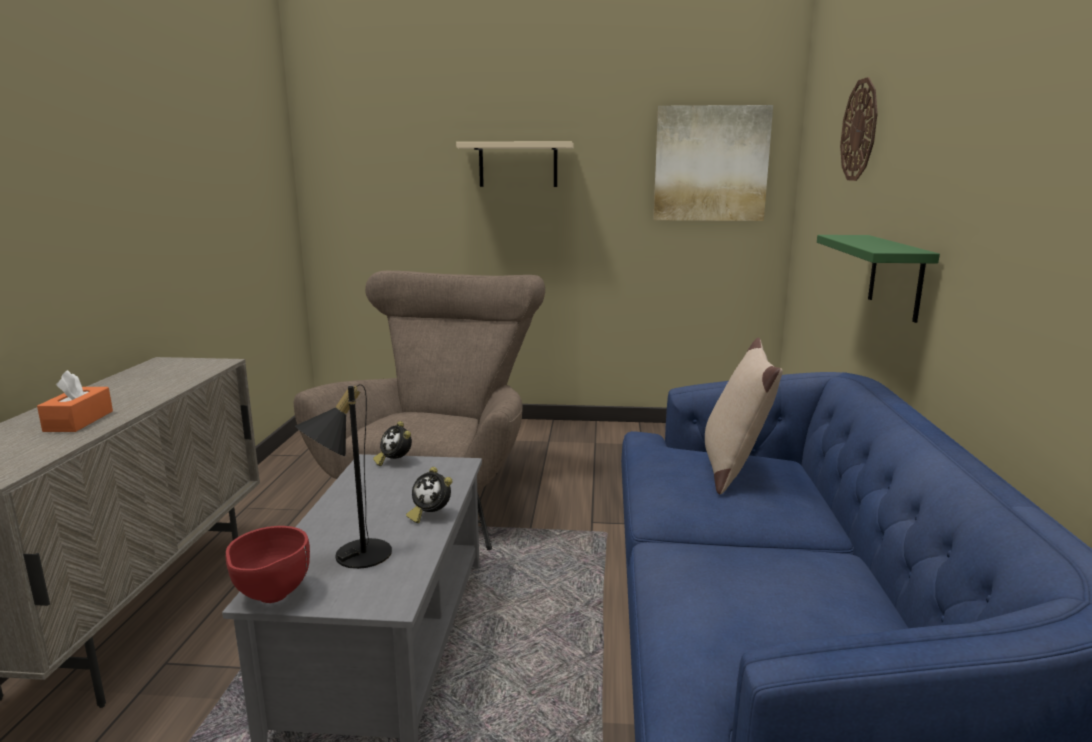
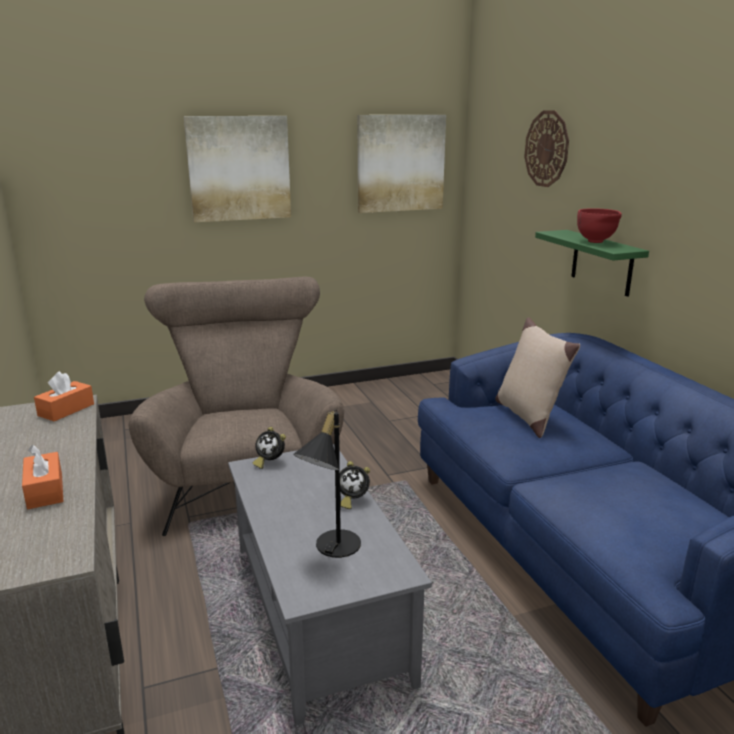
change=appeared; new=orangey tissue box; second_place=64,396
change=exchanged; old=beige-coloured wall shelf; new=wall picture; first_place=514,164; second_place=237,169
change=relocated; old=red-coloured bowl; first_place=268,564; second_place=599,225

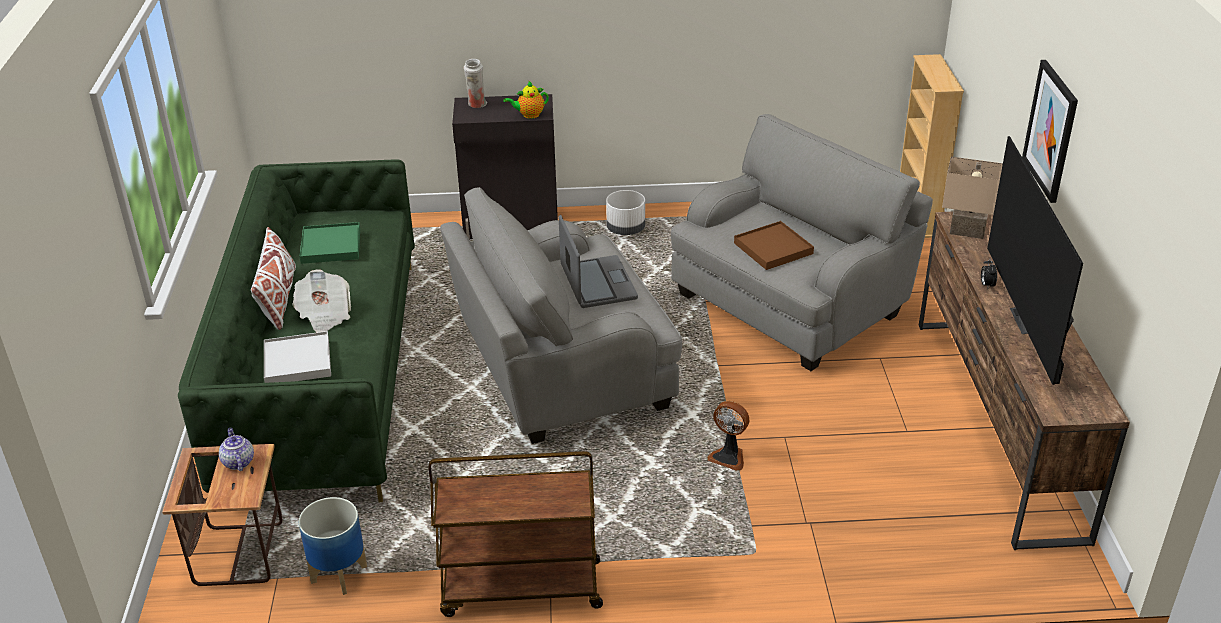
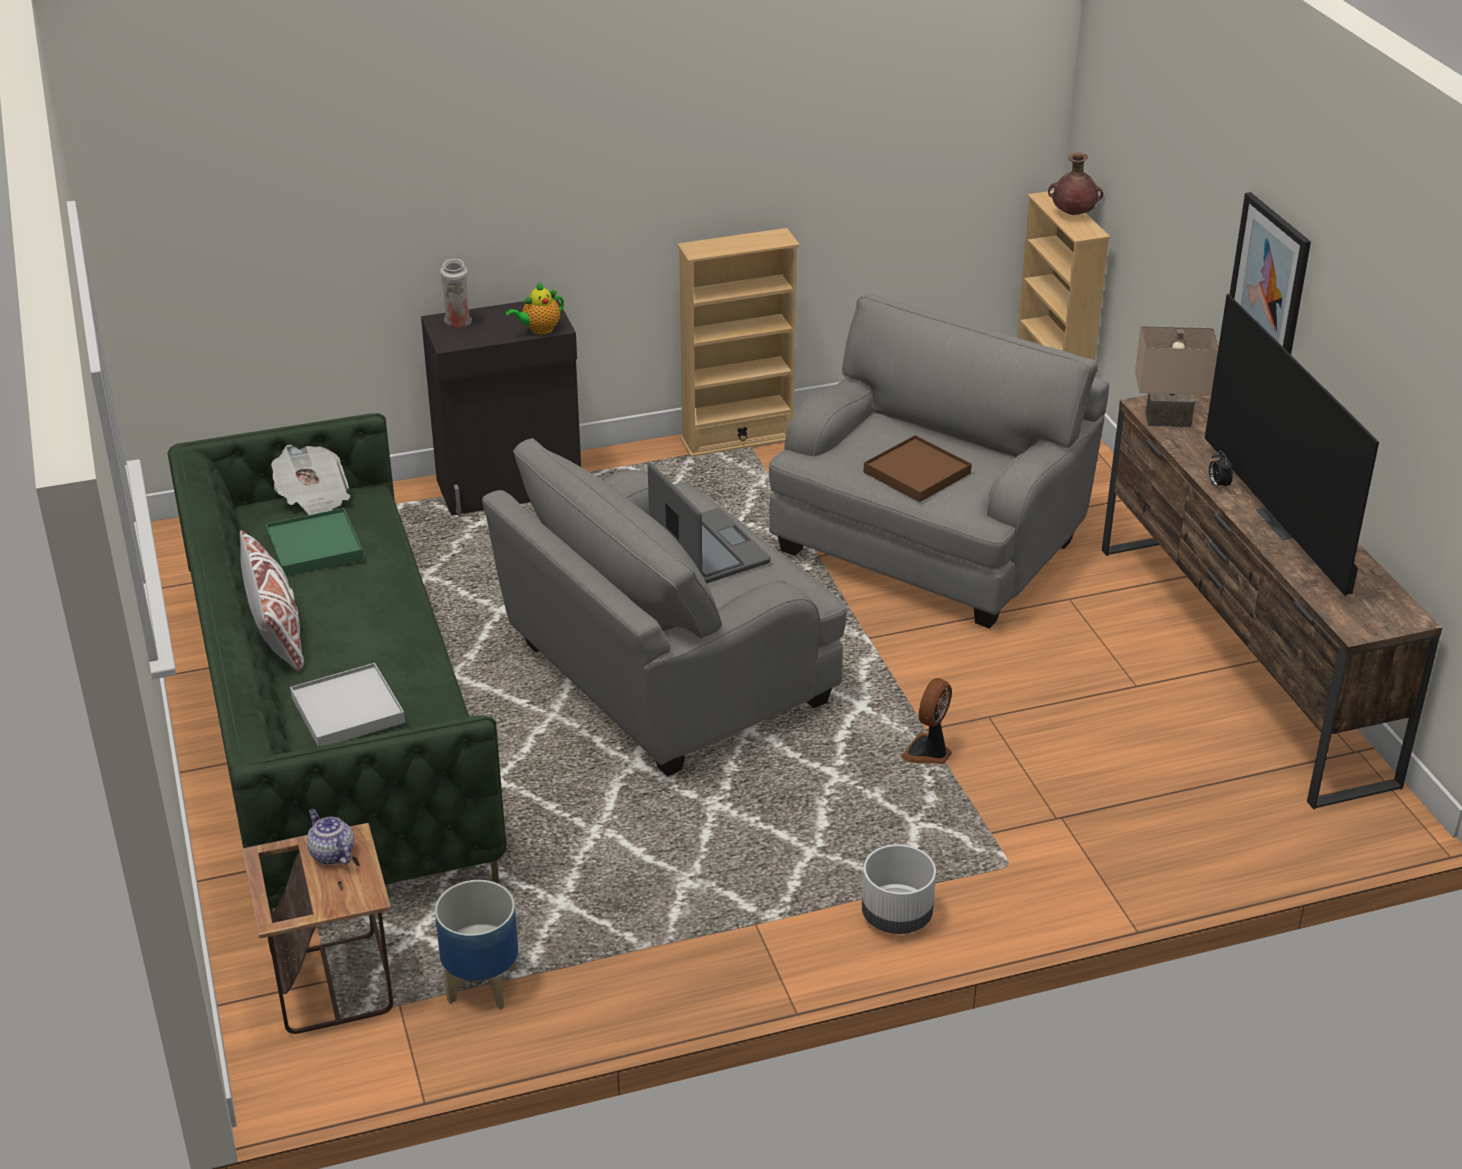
change=relocated; old=newspaper; first_place=321,300; second_place=310,480
change=appeared; new=beige-coloured shelving unit; second_place=738,342
change=relocated; old=white plant pot; first_place=625,212; second_place=899,889
change=spun; old=cooling fan; first_place=728,436; second_place=926,721; degrees=105
change=appeared; new=brown decorative vase; second_place=1075,183
change=missing; old=brown cart; first_place=515,534

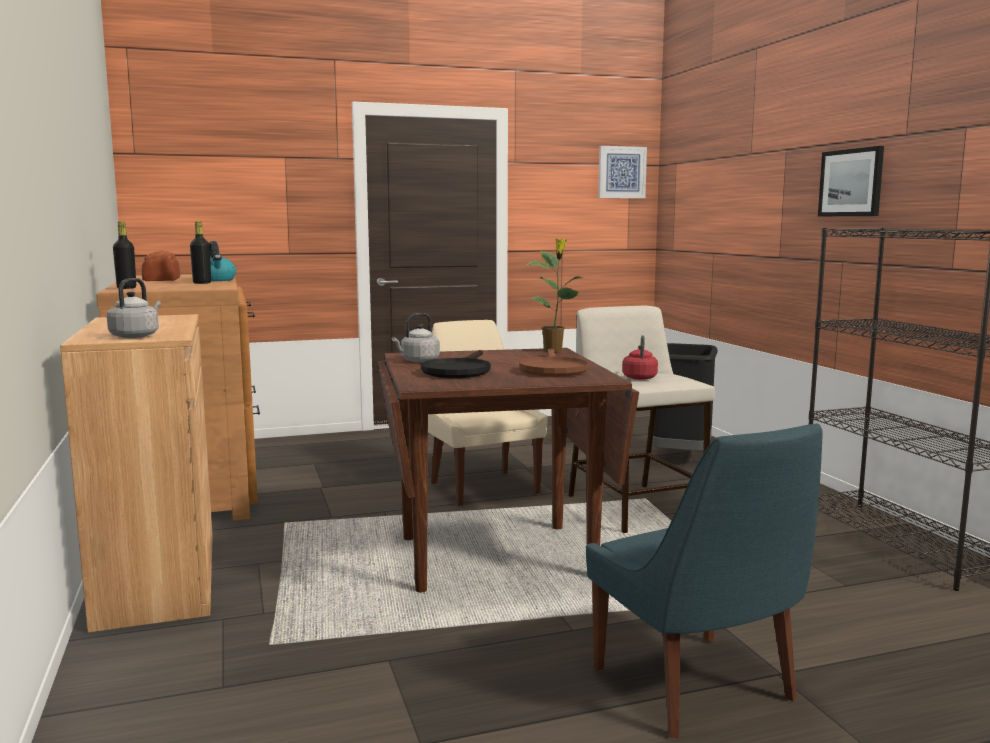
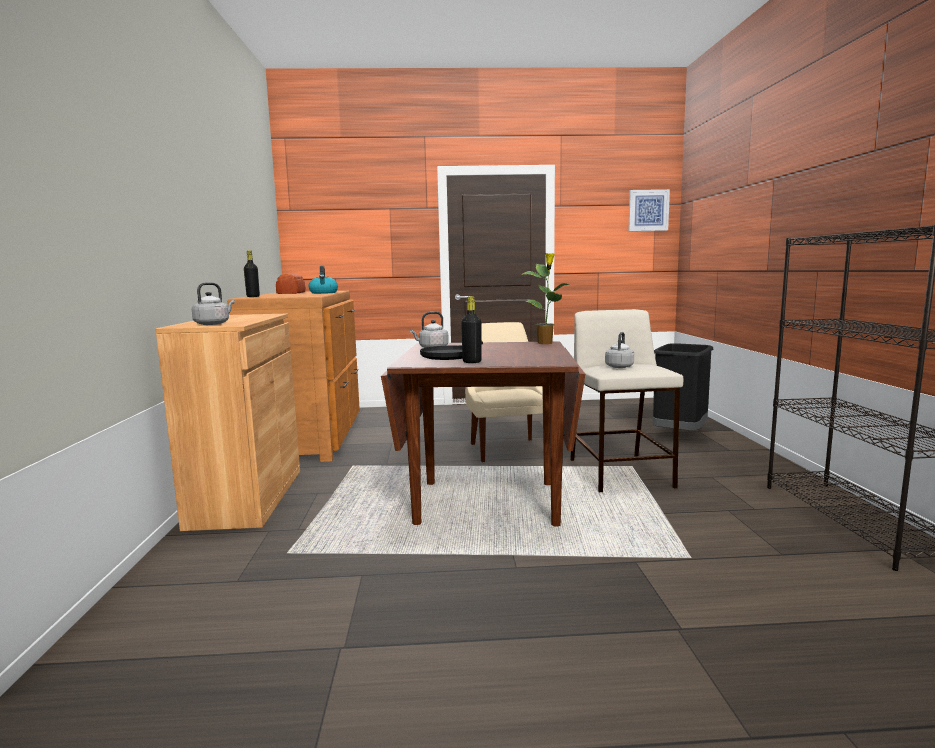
change=relocated; old=black drink bottle; first_place=200,252; second_place=471,329
change=colour; old=red-coloured kettle; new=greyish kettle; first_place=640,357; second_place=619,350
change=missing; old=brown pan; first_place=553,362
change=missing; old=blue chair; first_place=704,581
change=missing; old=wall picture; first_place=851,181

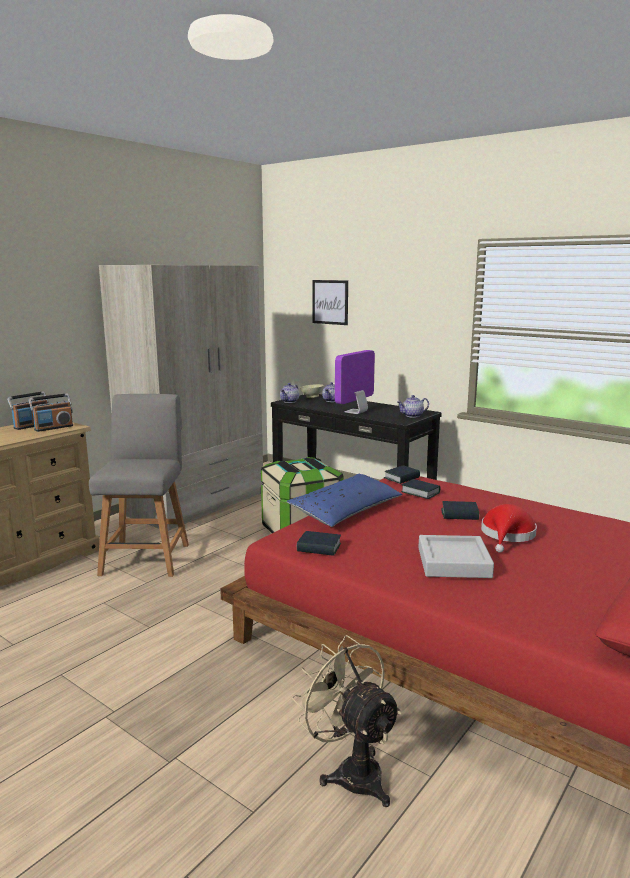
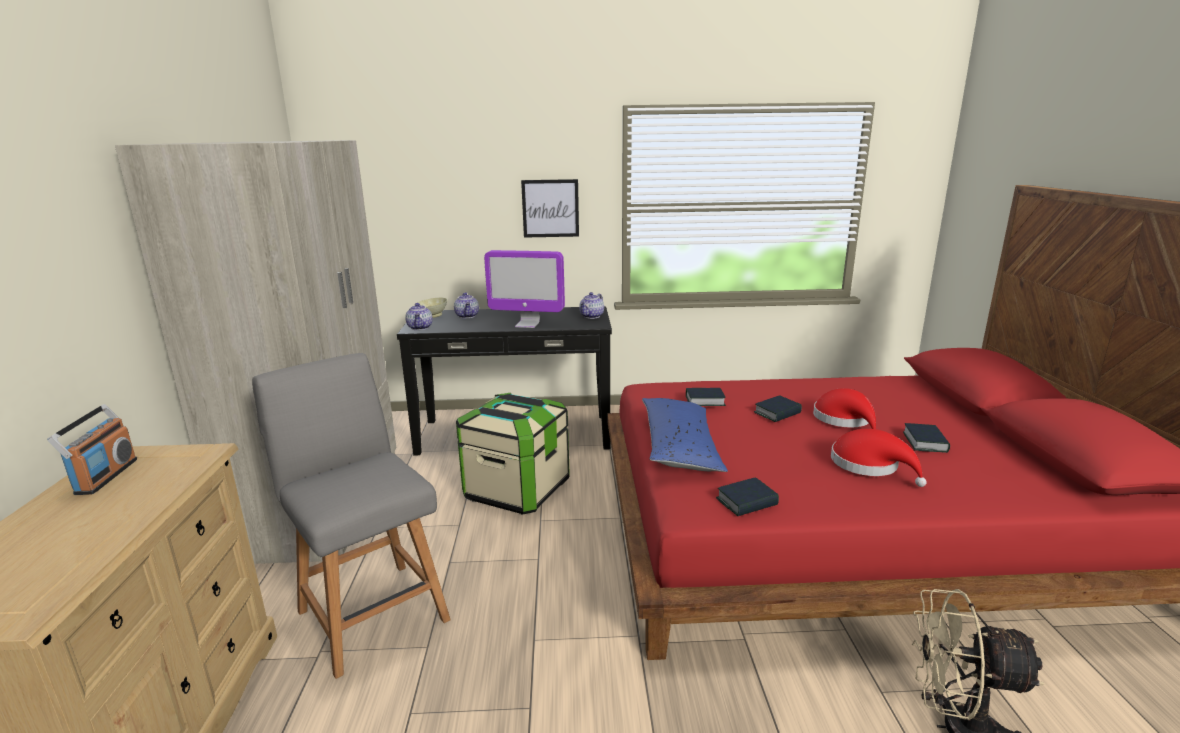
change=spun; old=computer display; first_place=355,382; second_place=524,289; degrees=-75
change=relocated; old=wall picture; first_place=330,302; second_place=550,208
change=exchanged; old=greyish serving tray; new=red-coloured hat; first_place=456,556; second_place=879,458
change=relocated; old=volume; first_place=402,474; second_place=926,438
change=missing; old=radio; first_place=51,412

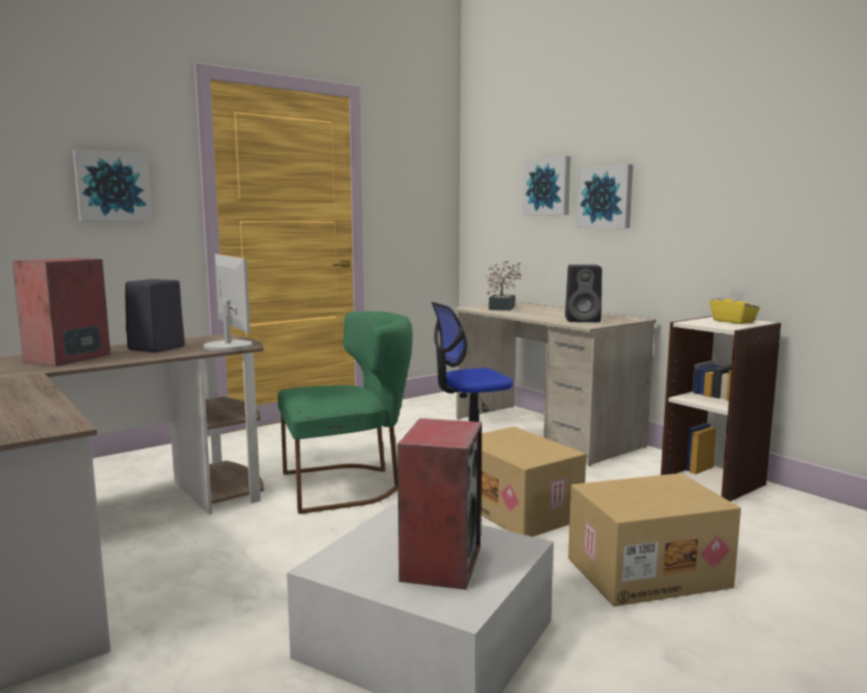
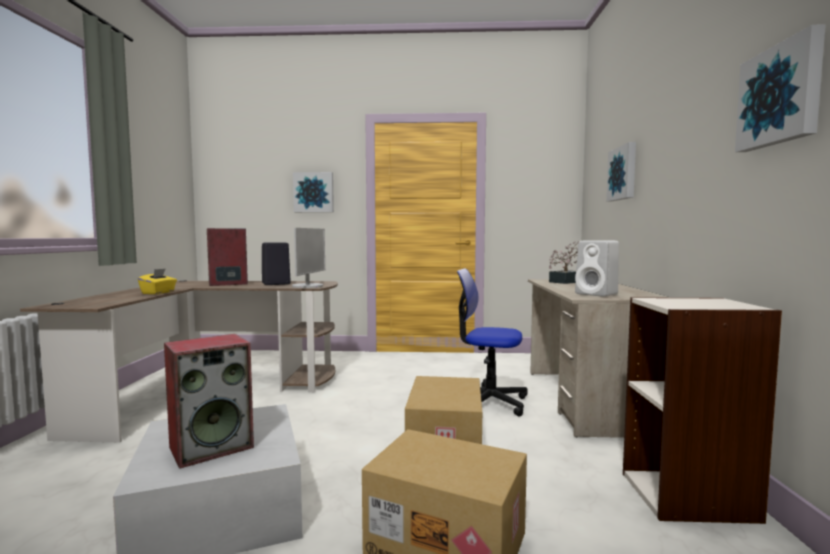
change=relocated; old=yellowish tissue box; first_place=735,307; second_place=157,281
change=colour; old=black loudspeaker; new=white loudspeaker; first_place=583,293; second_place=597,268
change=relocated; old=wall picture; first_place=605,196; second_place=780,88
change=missing; old=greenish chair; first_place=345,412

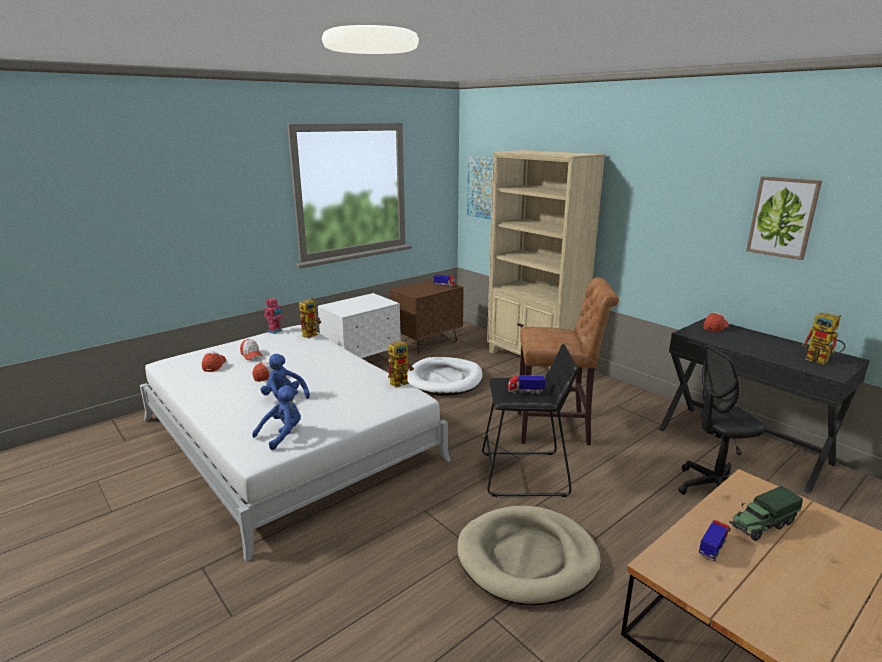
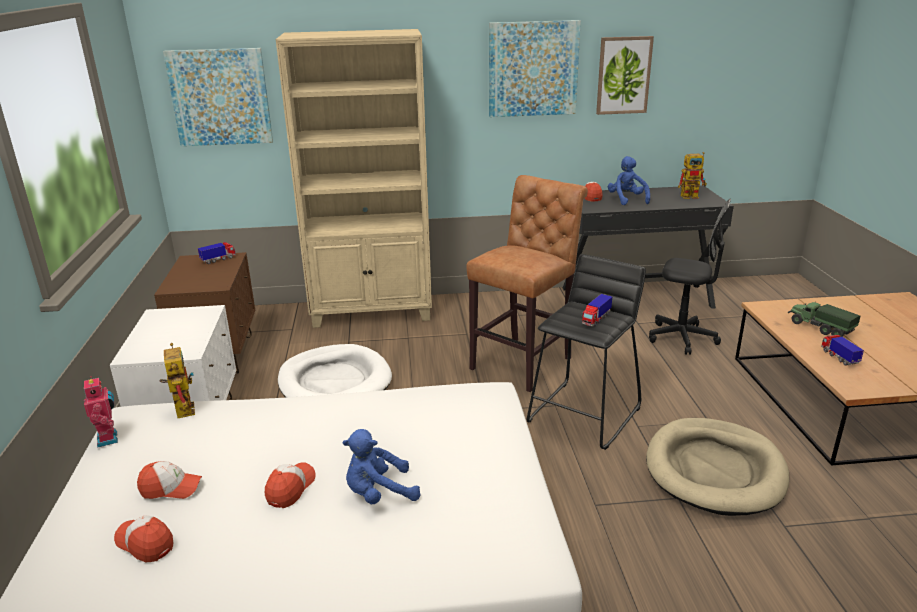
change=appeared; new=wall picture; second_place=535,68
change=relocated; old=blue plush toy; first_place=276,417; second_place=629,180
change=spun; old=black office chair; first_place=721,420; second_place=690,277; degrees=-90
change=spun; old=model truck; first_place=766,513; second_place=824,319; degrees=135
change=missing; old=model robot; first_place=401,363

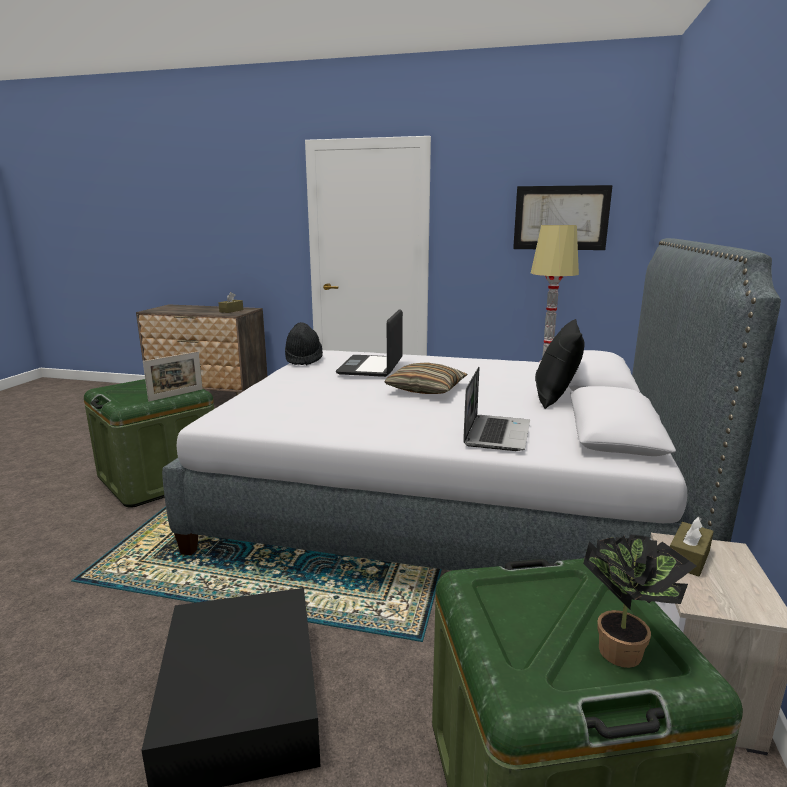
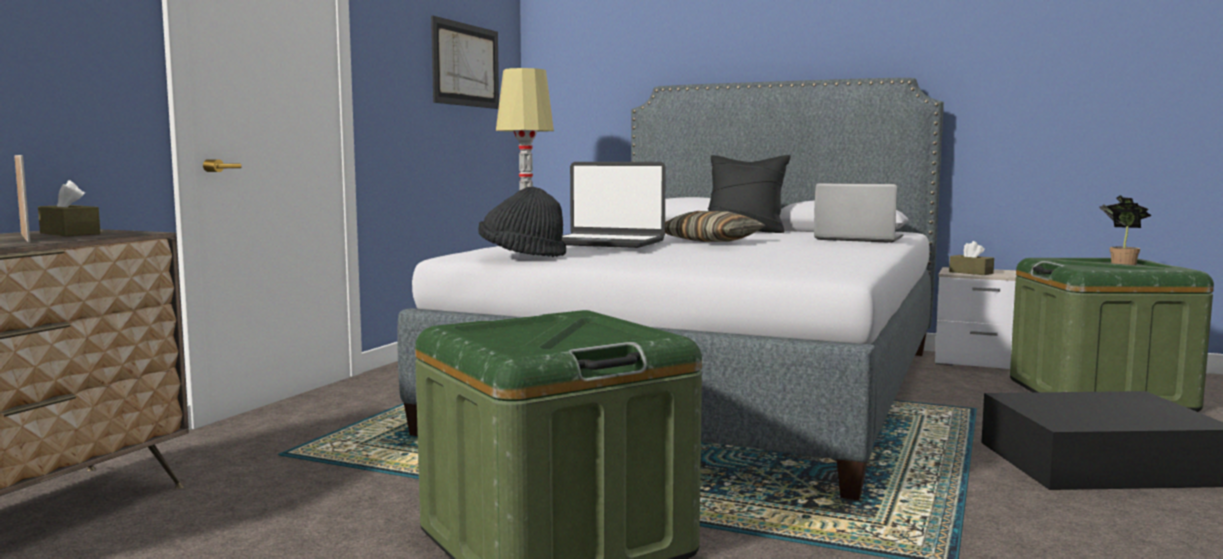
change=relocated; old=photo frame; first_place=173,376; second_place=22,198

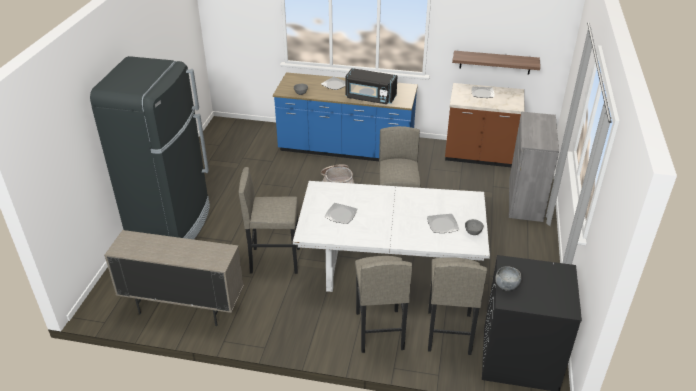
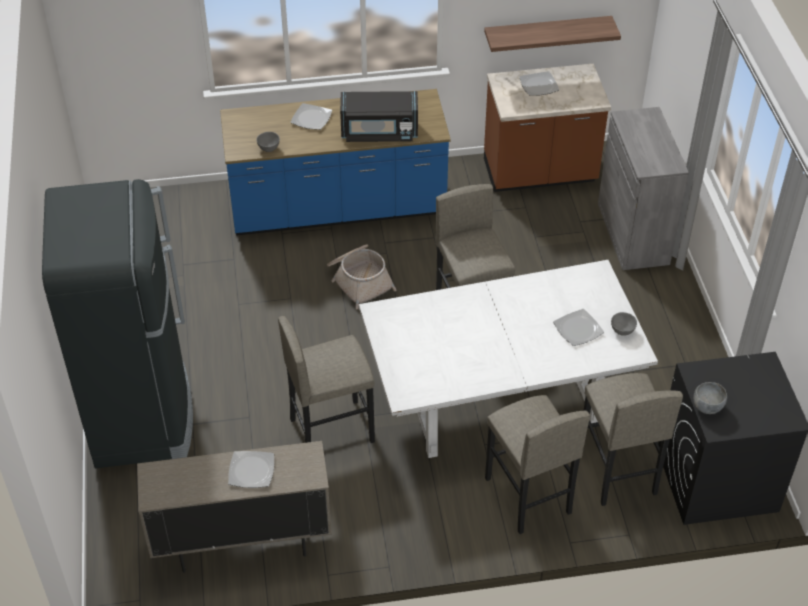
change=relocated; old=dinner plate; first_place=341,213; second_place=251,469

